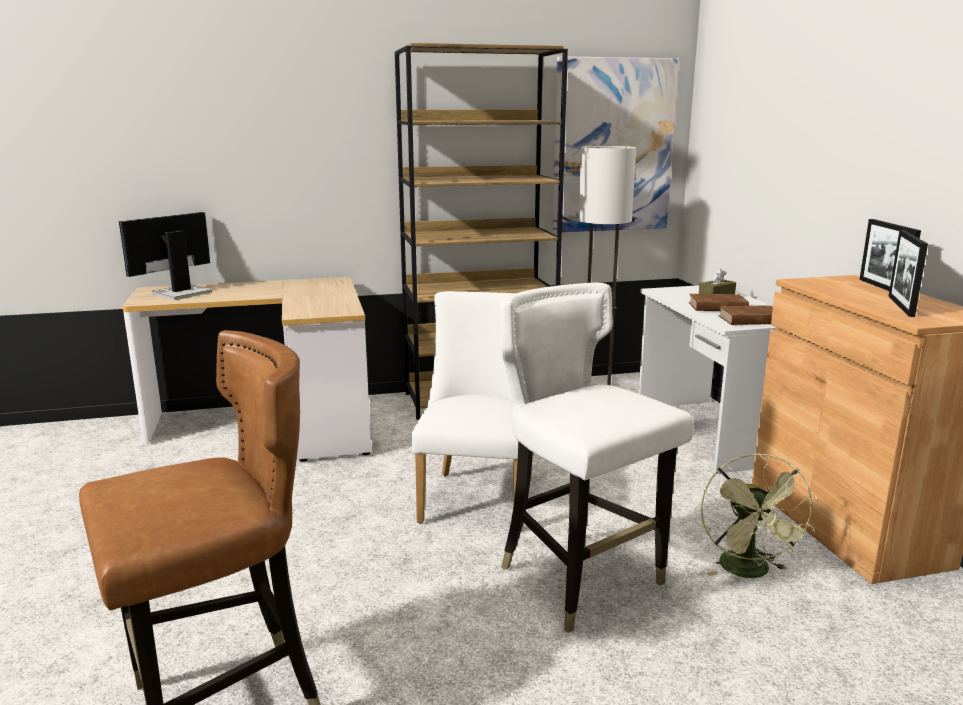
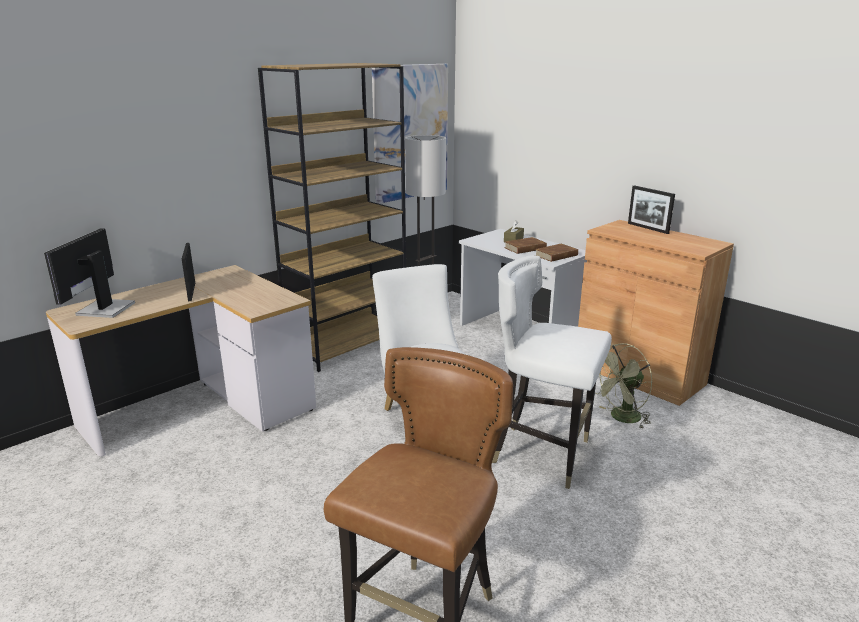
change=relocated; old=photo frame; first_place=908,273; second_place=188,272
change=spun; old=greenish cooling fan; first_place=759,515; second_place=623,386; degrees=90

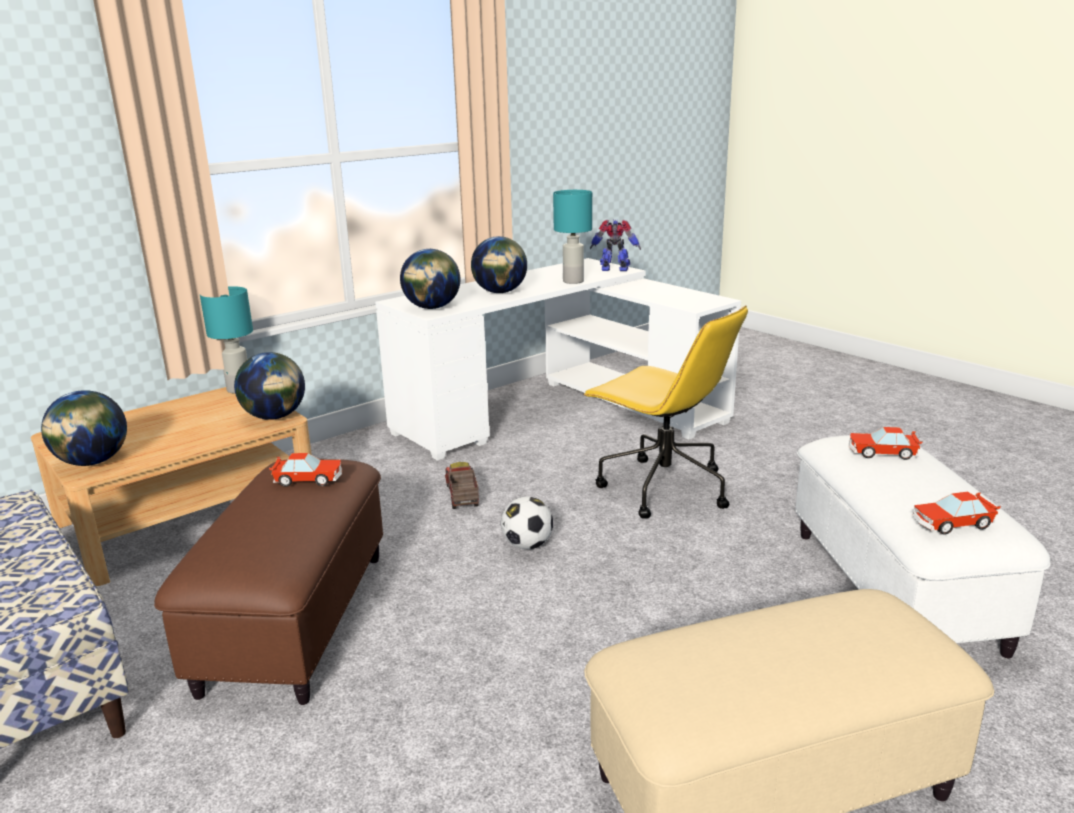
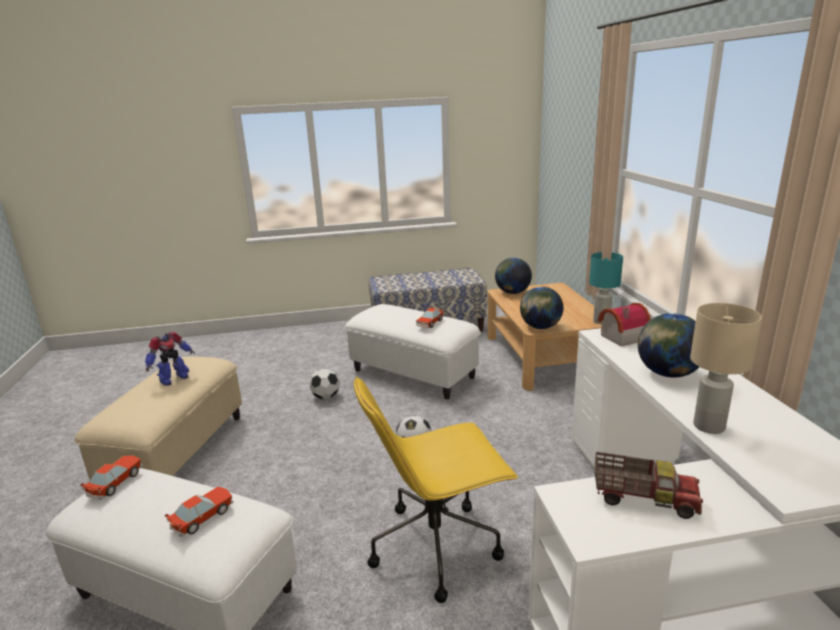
change=relocated; old=model robot; first_place=615,245; second_place=170,359
change=appeared; new=football ball; second_place=324,384
change=colour; old=brown ottoman; new=white ottoman; first_place=268,582; second_place=413,351
change=relocated; old=model truck; first_place=462,485; second_place=648,485
change=exchanged; old=desk globe; new=miniature house; first_place=430,279; second_place=624,324
change=colour; old=blue-green tabletop lamp; new=beige-coloured tabletop lamp; first_place=572,237; second_place=726,368

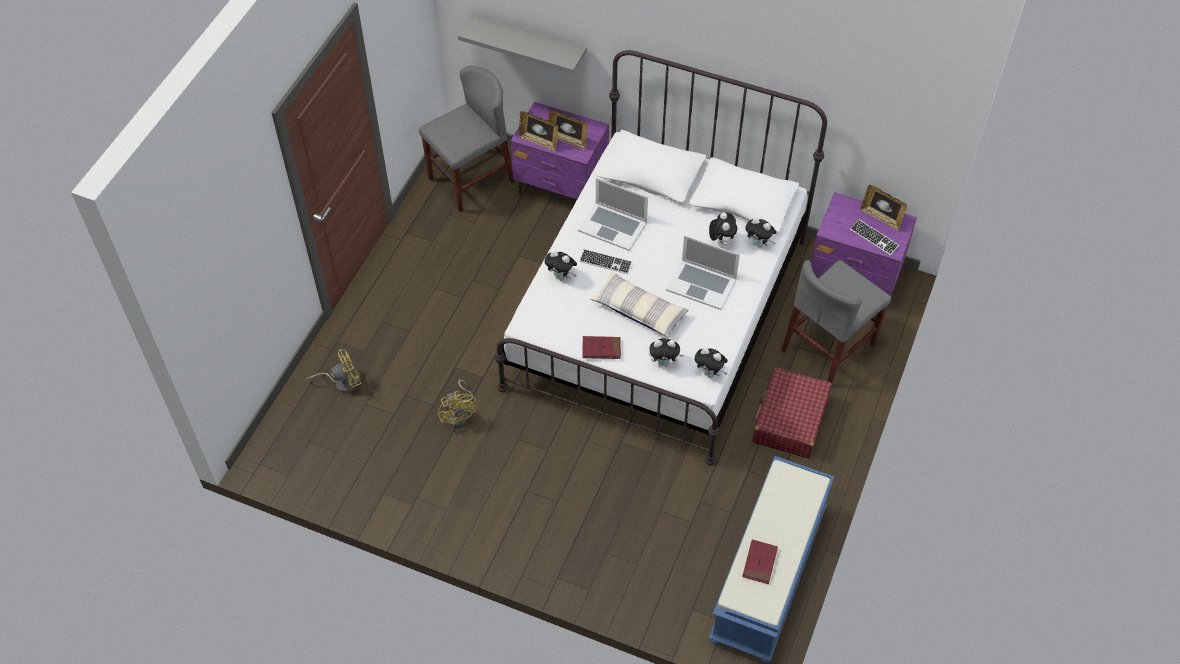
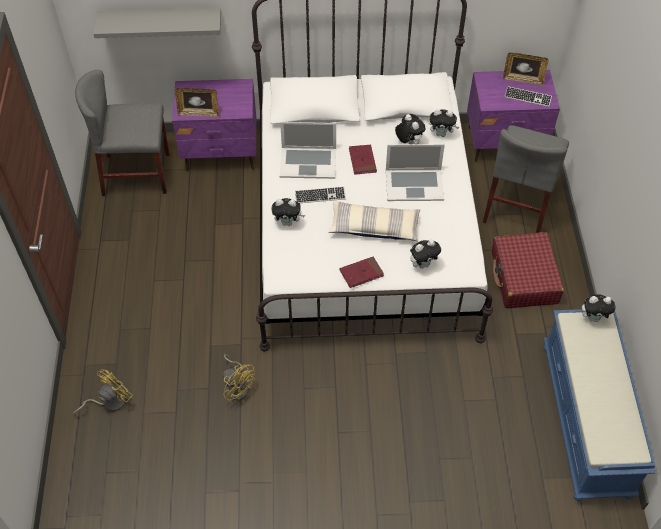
change=spun; old=greyish chair; first_place=467,139; second_place=122,133; degrees=-120
change=relocated; old=red-coloured volume; first_place=760,561; second_place=363,160
change=relocated; old=plush toy; first_place=711,362; second_place=599,308
change=missing; old=photo frame; first_place=568,130

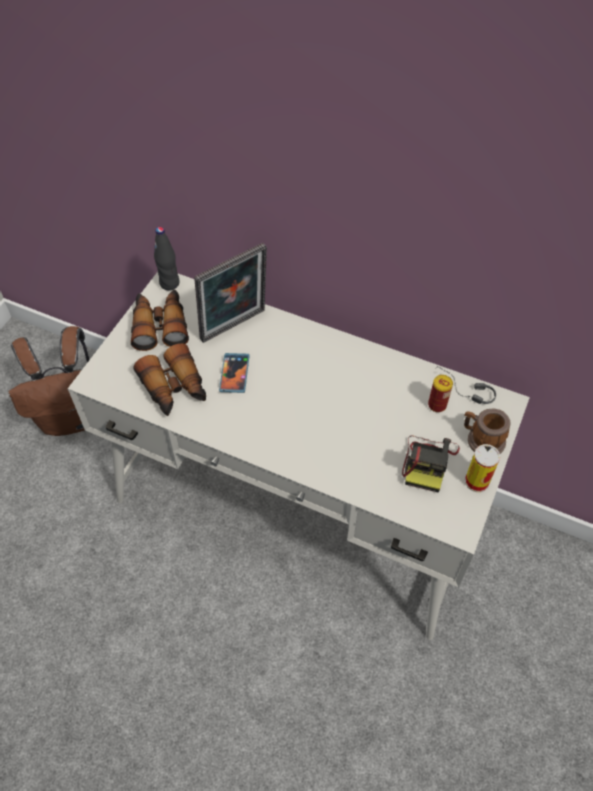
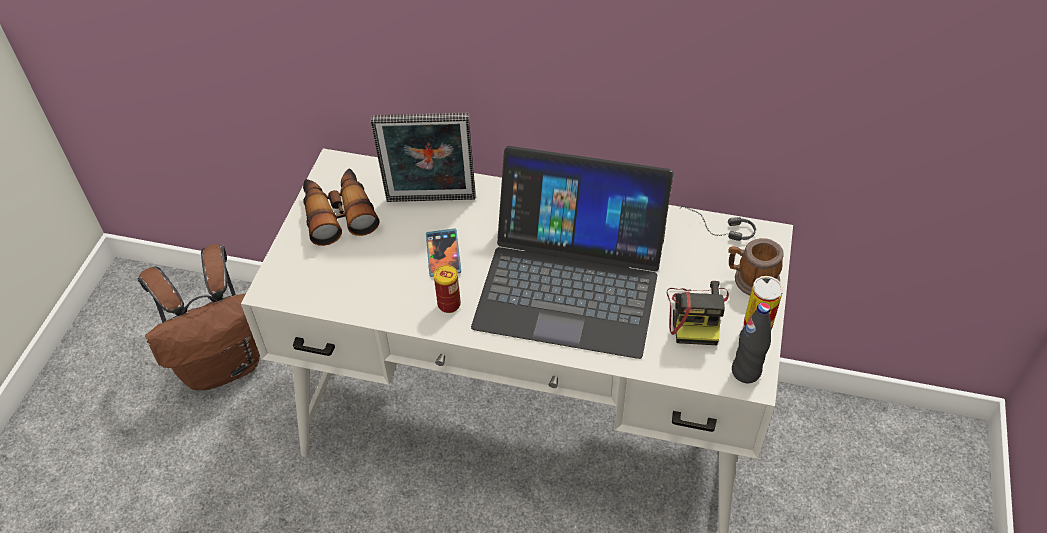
change=spun; old=photo frame; first_place=230,293; second_place=423,157; degrees=45
change=relocated; old=metal can; first_place=440,393; second_place=447,289
change=appeared; new=laptop; second_place=572,252
change=relocated; old=black drink bottle; first_place=166,259; second_place=751,342
change=missing; old=binoculars; first_place=169,379

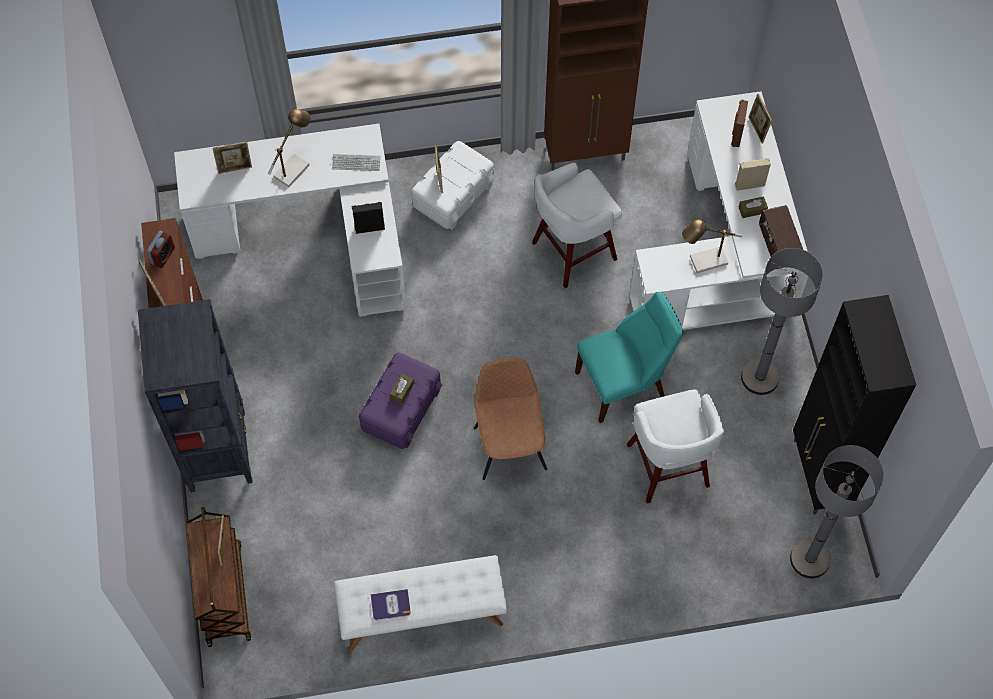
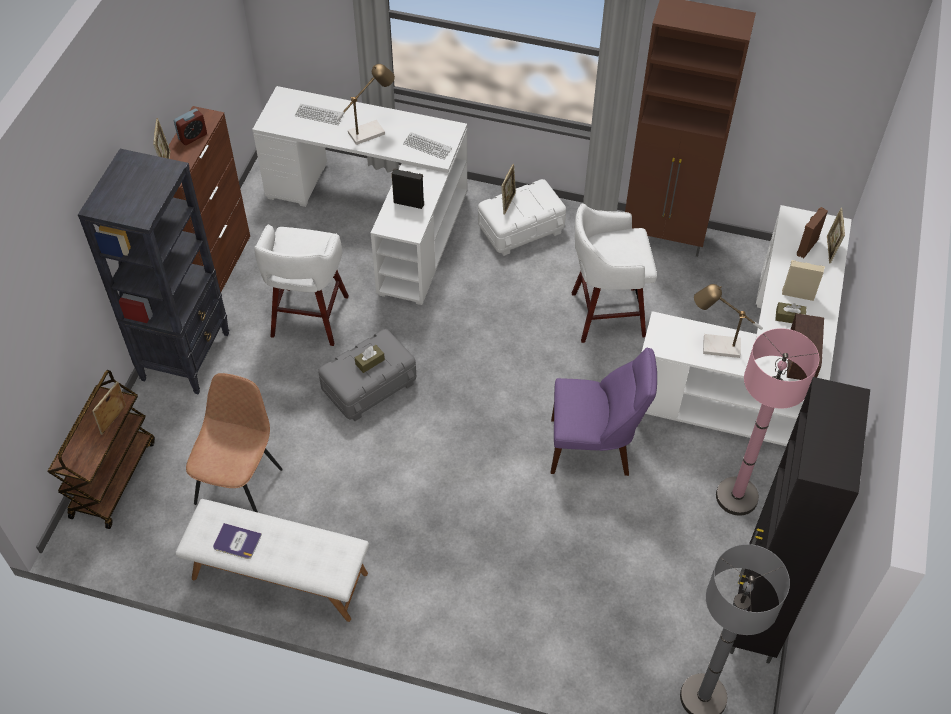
change=relocated; old=brown chair; first_place=510,419; second_place=234,442
change=relocated; old=white stool seat; first_place=675,446; second_place=301,285
change=exchanged; old=photo frame; new=keyboard; first_place=232,157; second_place=319,114
change=colour; old=purple storage box; new=greyish storage box; first_place=400,401; second_place=367,375
change=colour; old=blue-green chair; new=purple chair; first_place=629,357; second_place=604,411
change=colour; old=greyish standing lamp; new=pinkish standing lamp; first_place=782,321; second_place=767,422

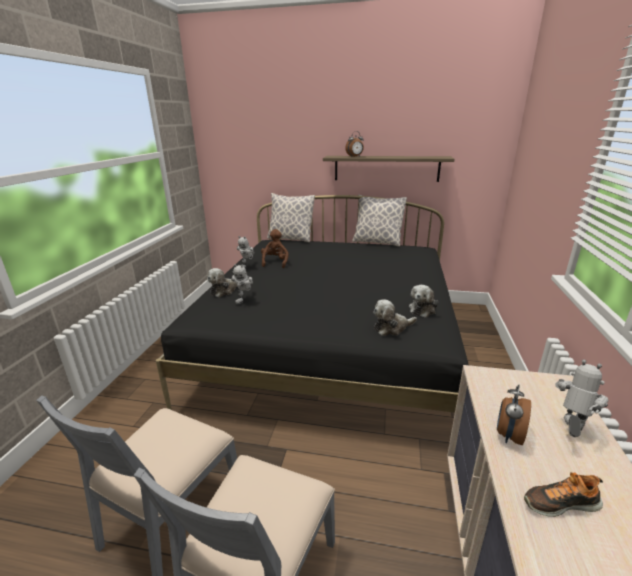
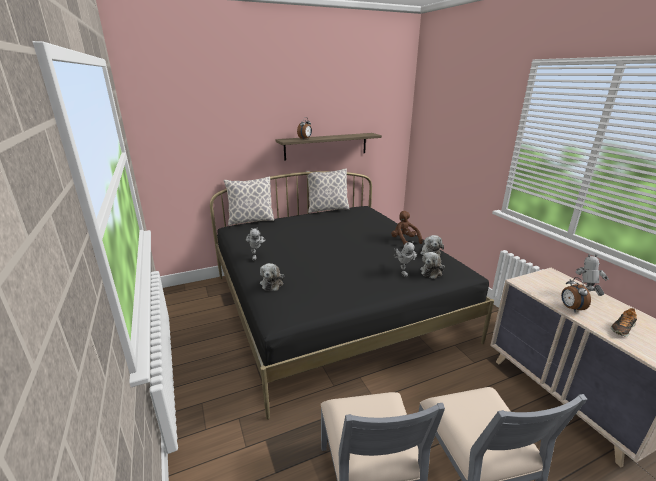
change=relocated; old=brown plush toy; first_place=274,248; second_place=407,228
change=relocated; old=model robot; first_place=242,284; second_place=405,259

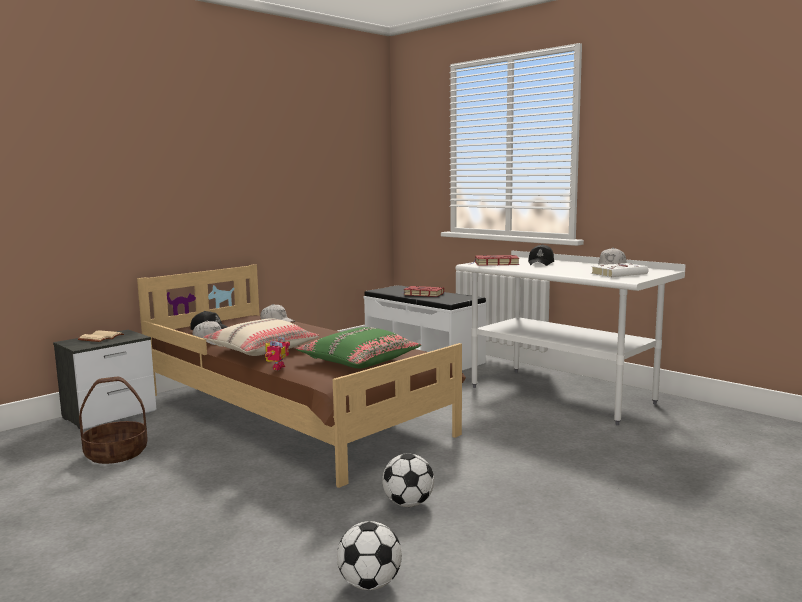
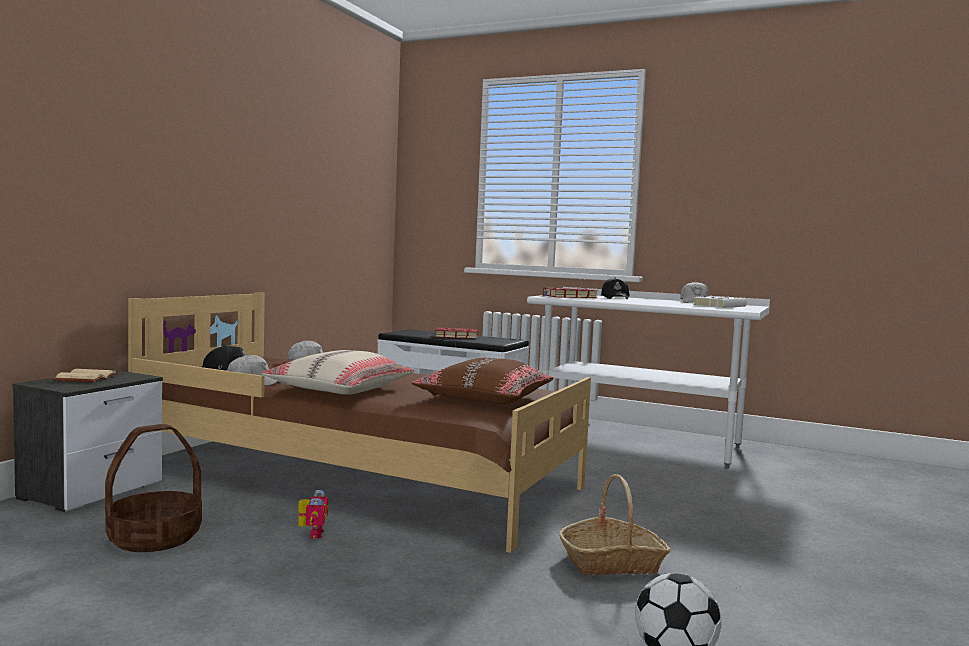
change=relocated; old=model robot; first_place=277,353; second_place=313,514
change=colour; old=greenish cushion; new=brown cushion; first_place=358,348; second_place=483,381
change=exchanged; old=football ball; new=storage basket; first_place=408,480; second_place=615,524

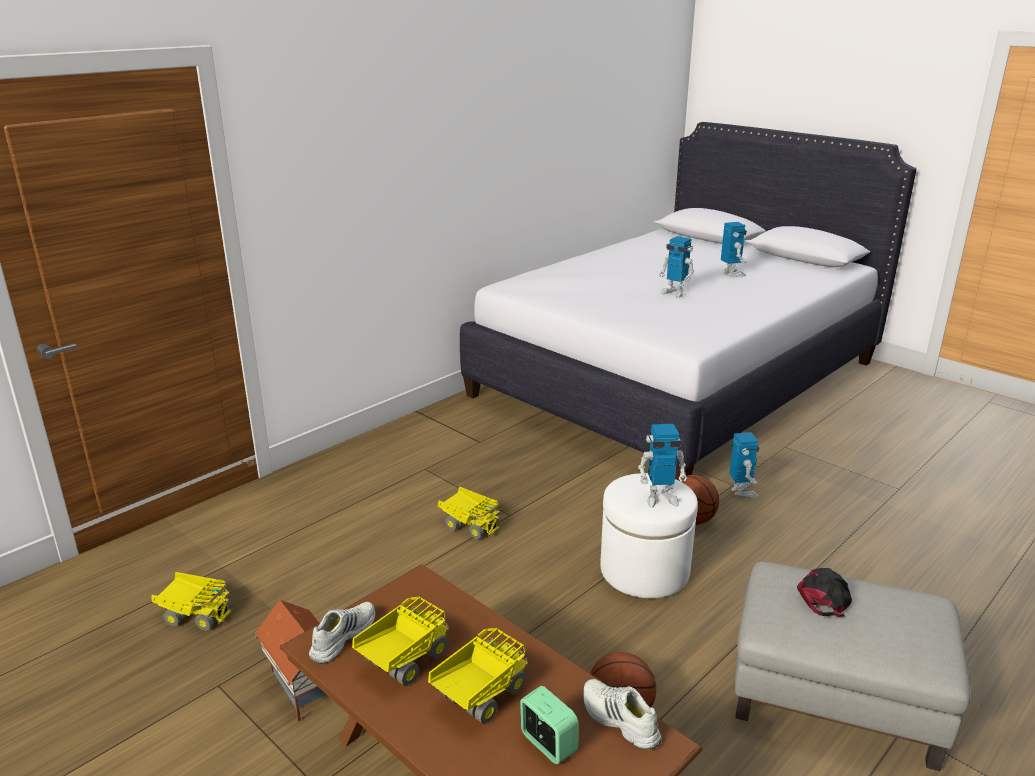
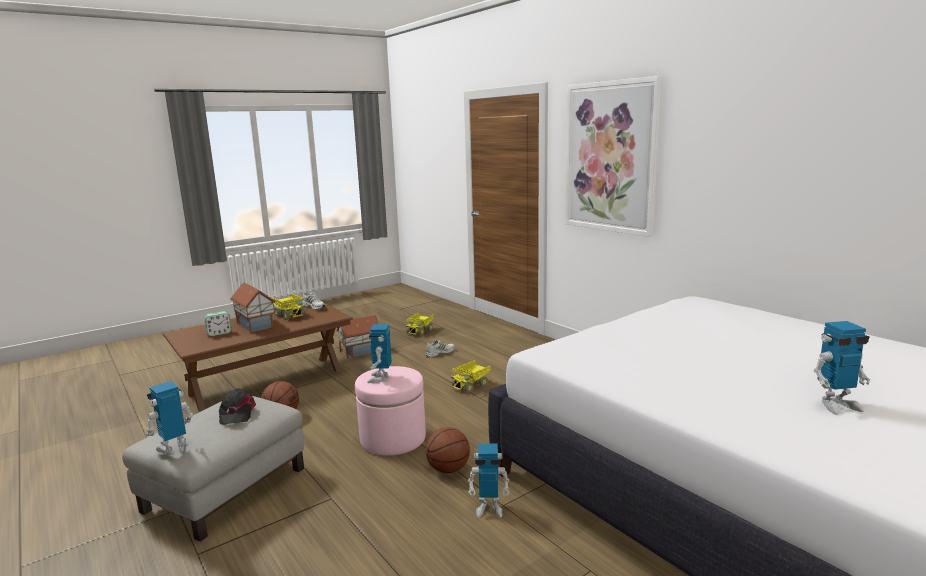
change=relocated; old=model robot; first_place=676,267; second_place=169,418
change=spun; old=black cap; first_place=824,592; second_place=237,407; degrees=45
change=exchanged; old=model truck; new=miniature house; first_place=478,676; second_place=253,307
change=colour; old=white ottoman; new=pinkish ottoman; first_place=649,535; second_place=390,411
change=relocated; old=white low shoe; first_place=622,714; second_place=440,348
change=appeared; new=wall picture; second_place=613,156

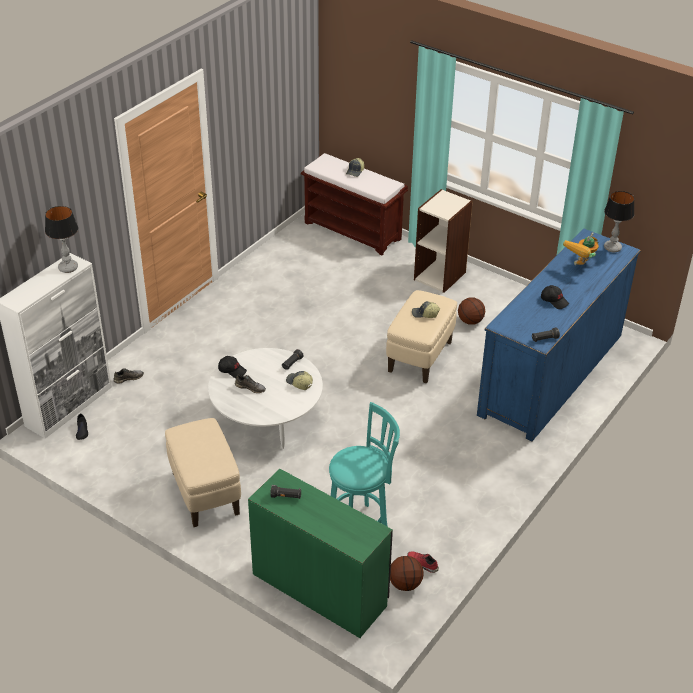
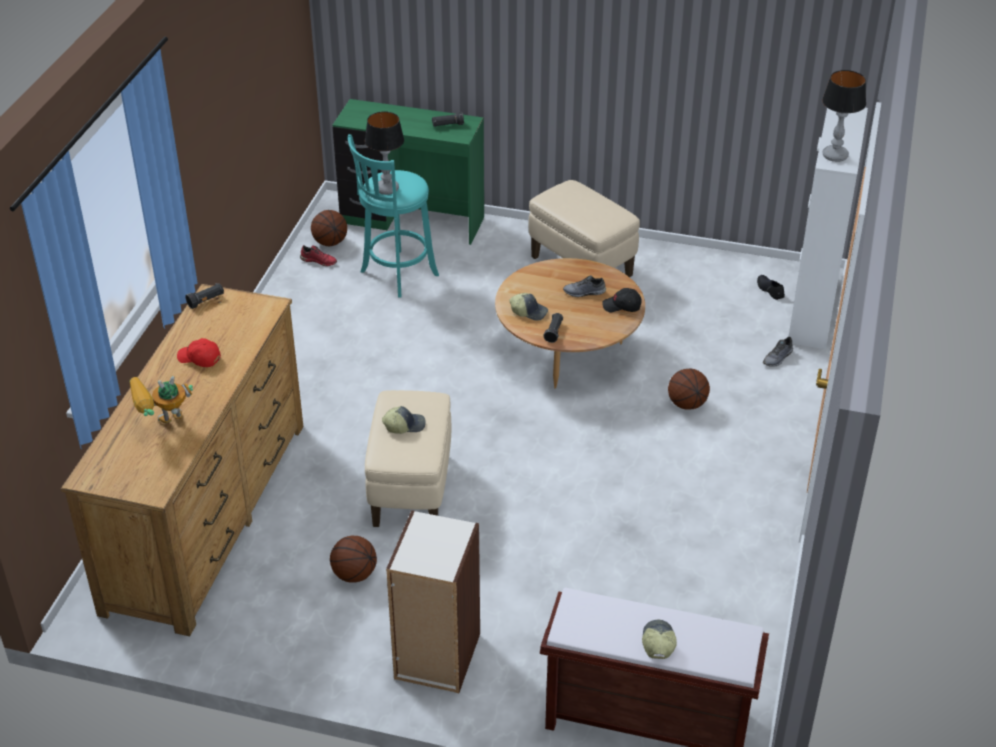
change=colour; old=blue drawer chest; new=brown drawer chest; first_place=559,335; second_place=182,460
change=spun; old=model robot; first_place=581,248; second_place=161,399; degrees=-135
change=colour; old=black cap; new=red-coloured cap; first_place=555,297; second_place=199,352
change=relocated; old=tabletop lamp; first_place=619,221; second_place=384,153
change=colour; old=white coffee table; new=brown coffee table; first_place=265,398; second_place=570,323
change=appeared; new=basketball; second_place=689,389

